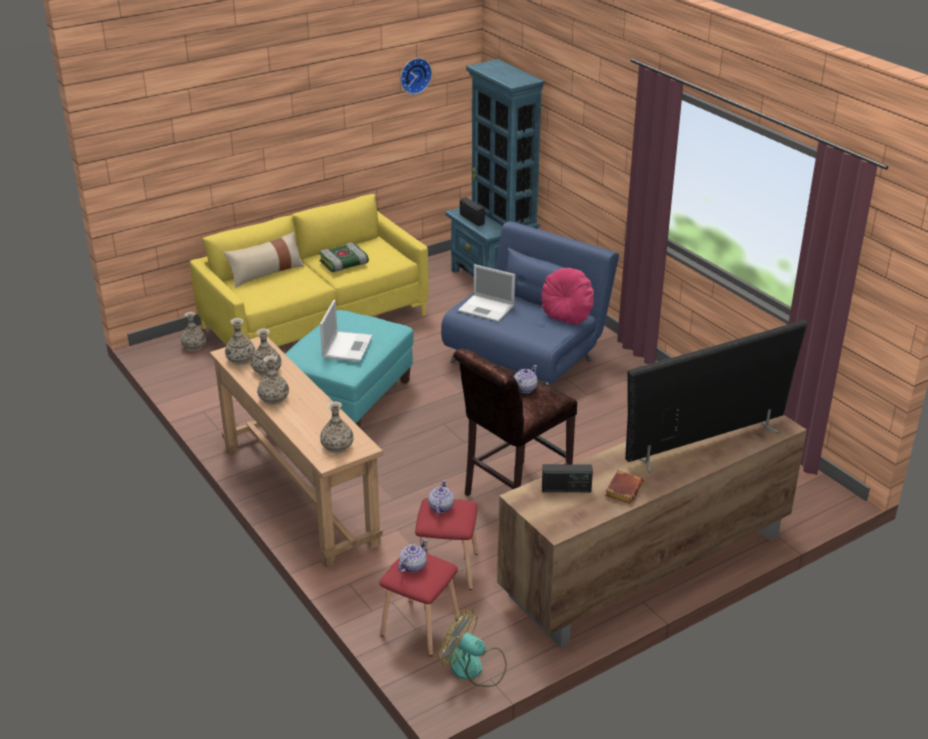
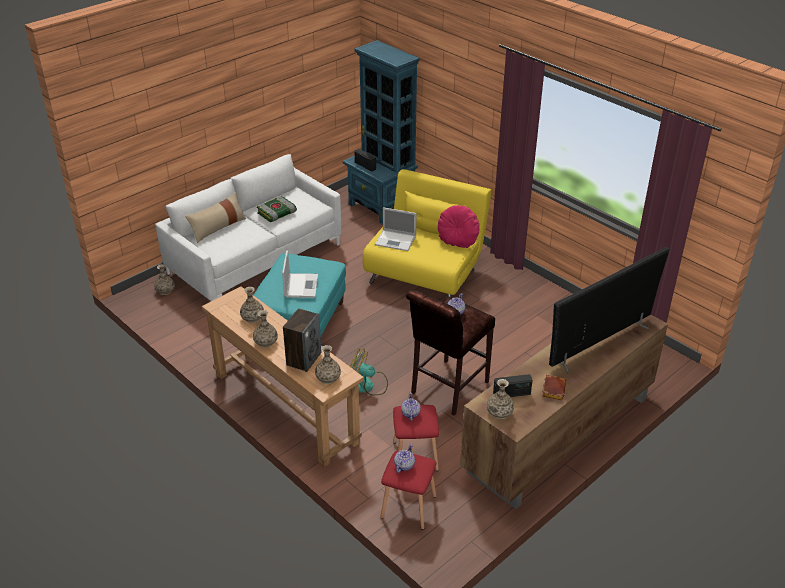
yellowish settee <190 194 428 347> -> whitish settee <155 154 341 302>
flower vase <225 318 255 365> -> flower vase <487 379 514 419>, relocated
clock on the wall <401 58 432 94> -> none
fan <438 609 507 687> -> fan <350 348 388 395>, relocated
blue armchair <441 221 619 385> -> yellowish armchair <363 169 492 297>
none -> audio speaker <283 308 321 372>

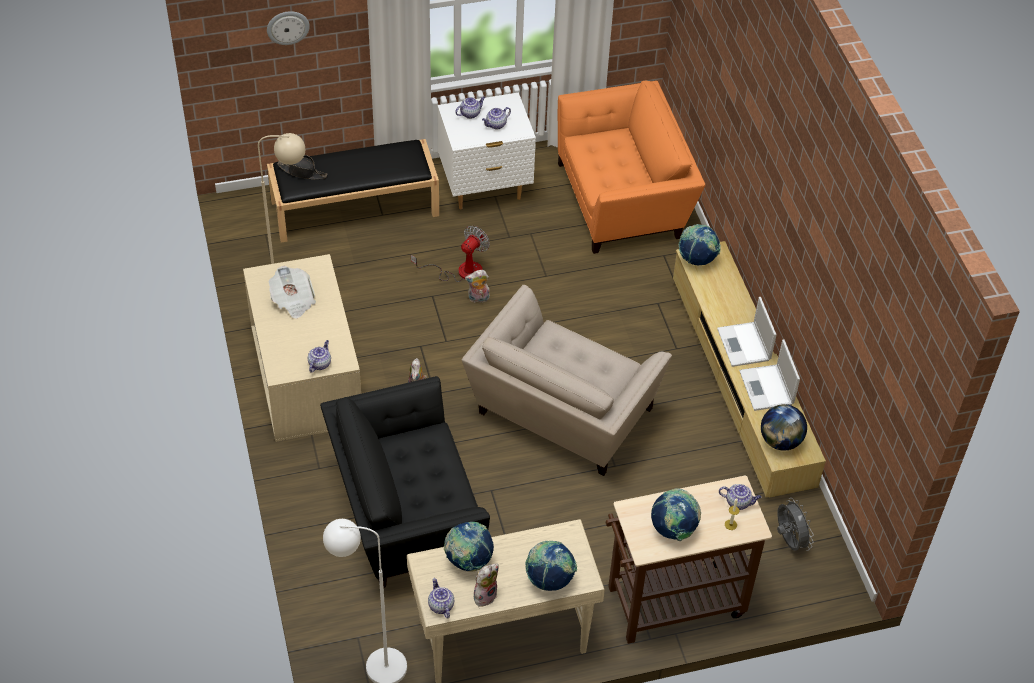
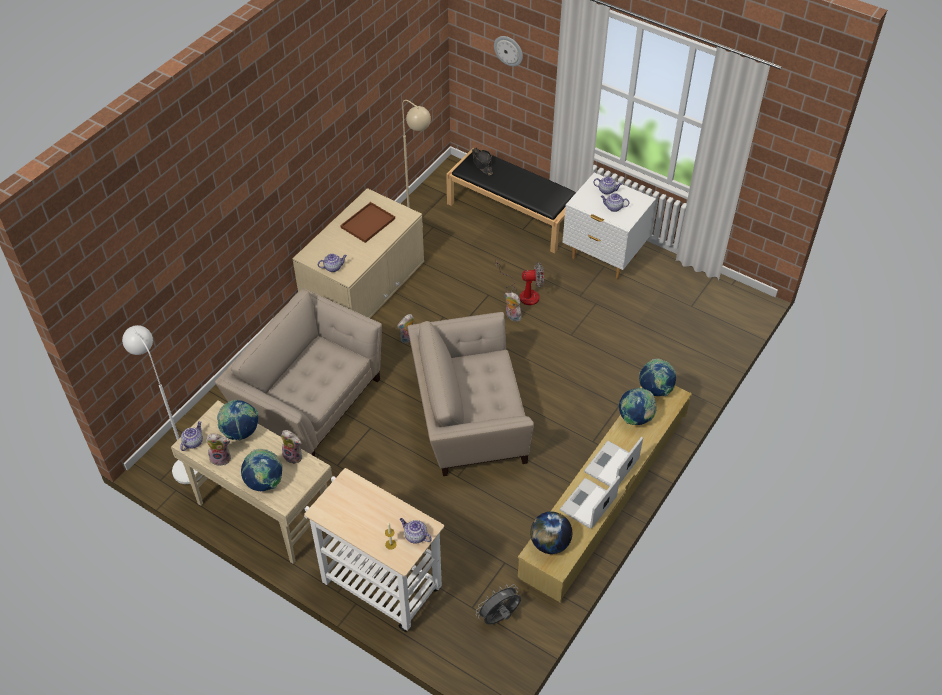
newspaper <269 266 316 319> -> brown tray <340 202 395 243>
black-coloured armchair <320 376 490 588> -> sand-coloured armchair <215 288 382 456>
orangey armchair <558 81 705 254> -> none
brown wheeled cart <606 476 772 644> -> whitish wheeled cart <304 468 444 632>
world globe <651 488 701 541> -> world globe <619 388 657 425>, relocated
tea pot <719 484 761 510> -> tea pot <400 518 432 544>, 150 degrees clockwise
gray fan <777 498 814 551> -> gray fan <476 584 521 625>, 150 degrees counterclockwise
none -> plush toy <281 430 302 464>

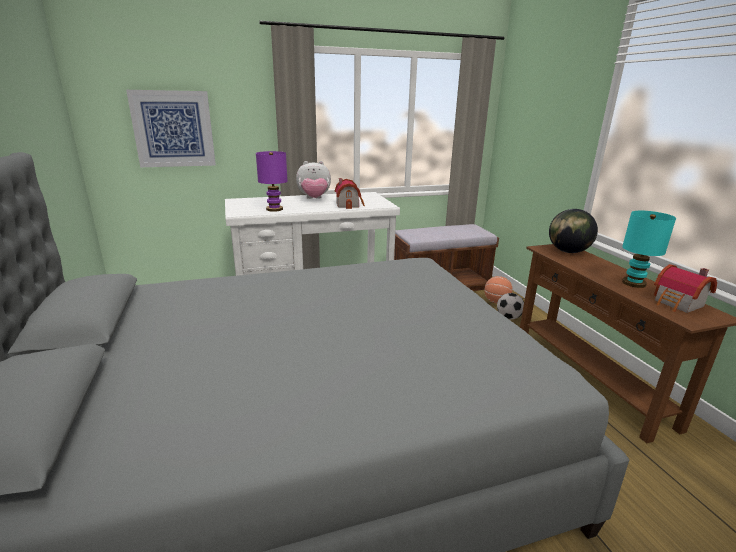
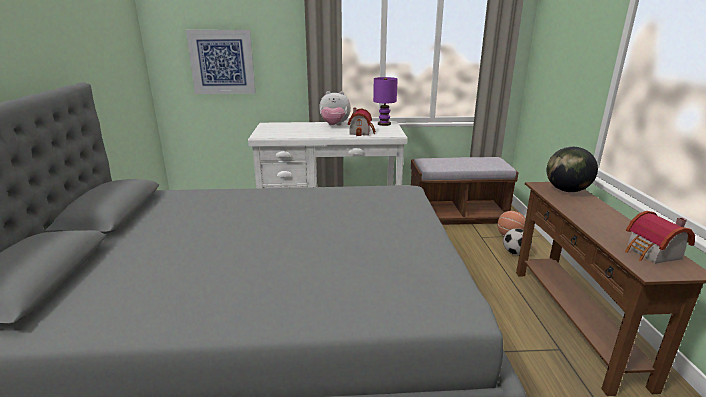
purple lamp for a table <256 151 288 212> -> purple lamp for a table <373 77 398 126>, relocated
turquoise-coloured lamp for a table <622 211 676 288> -> none

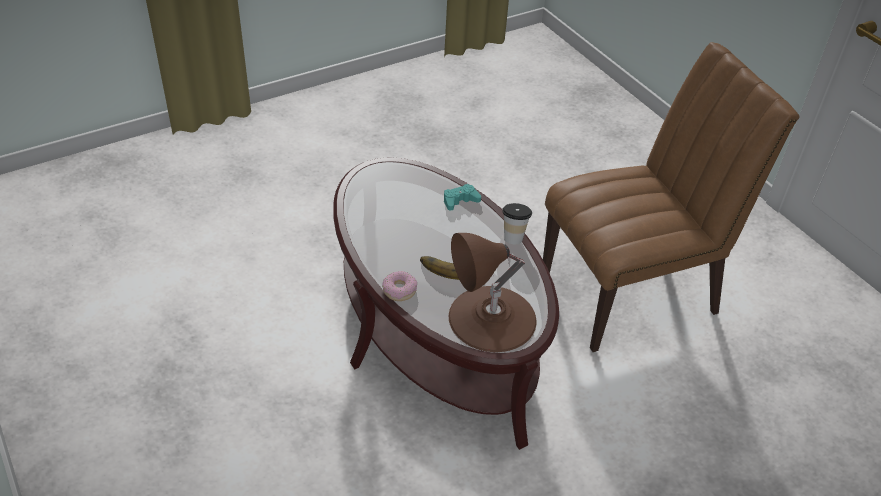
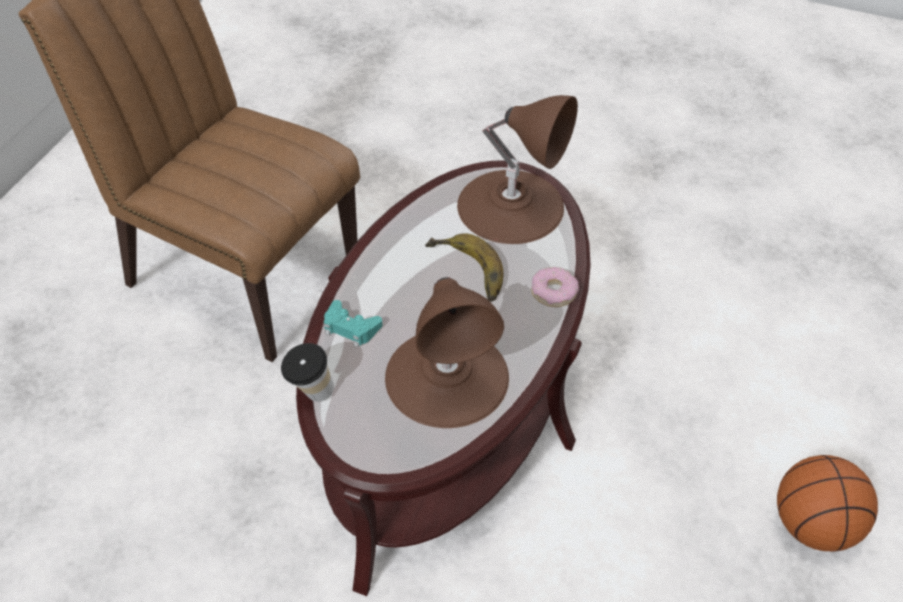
small cup <502 203 532 244> -> small cup <281 343 334 402>, relocated
none -> brown lamp for a table <385 277 509 428>
none -> basketball <777 455 878 552>

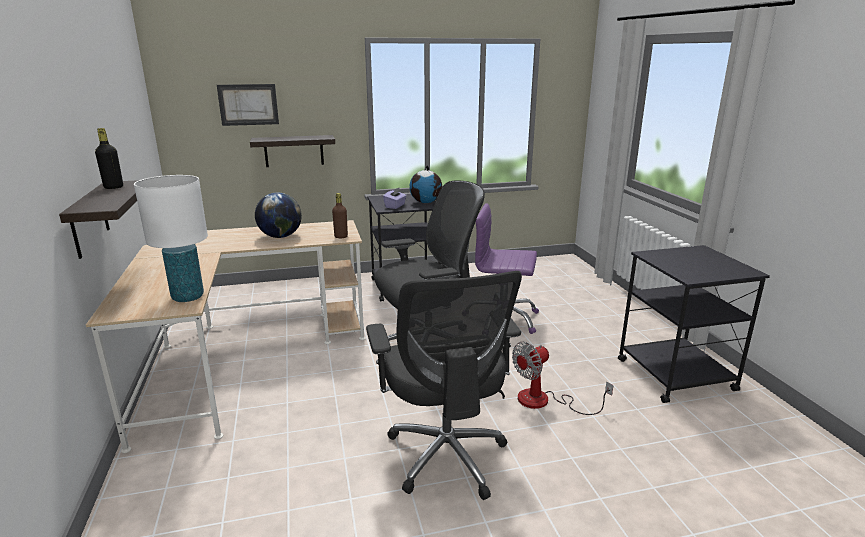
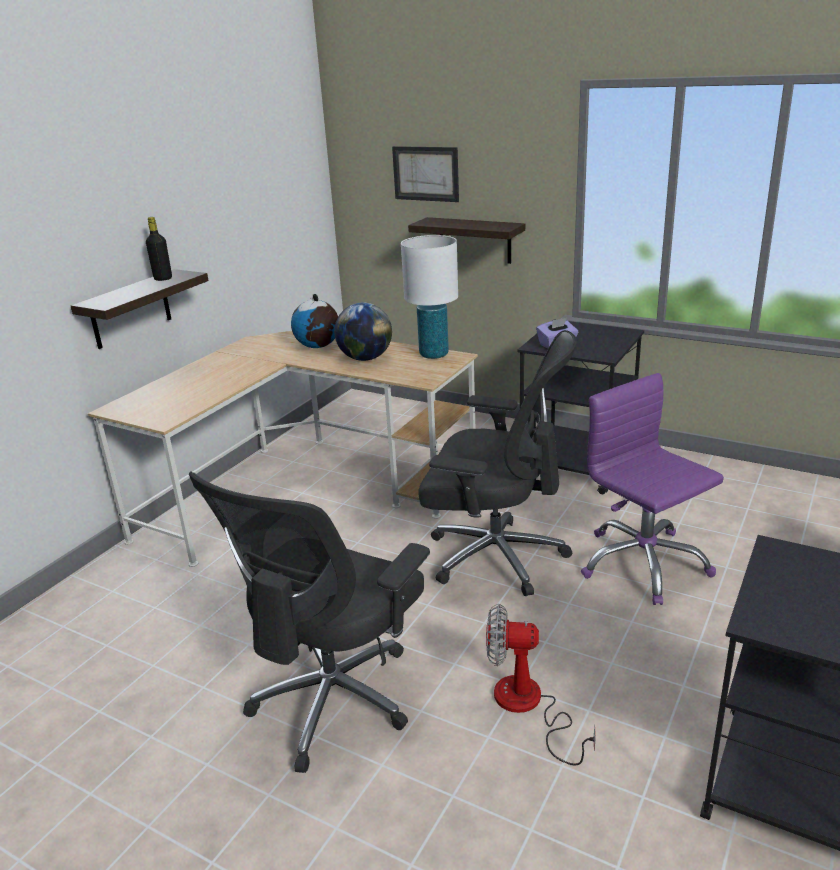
whitish lamp for a table <134 175 208 302> -> whitish lamp for a table <401 235 458 359>, relocated
brown bottle <332 193 348 238> -> none
world globe <409 166 442 203> -> world globe <291 294 338 348>, relocated

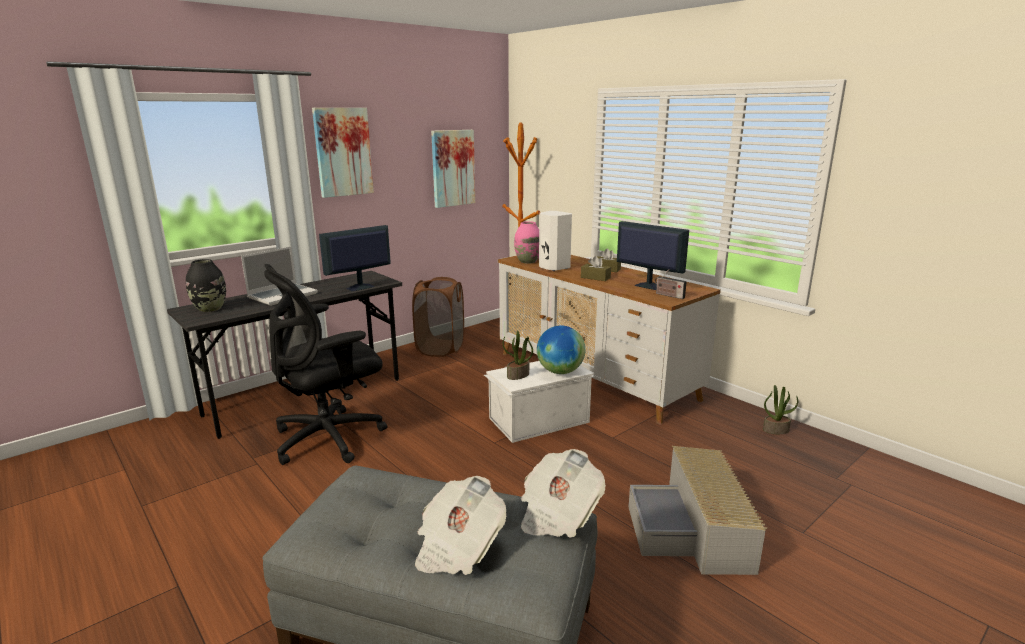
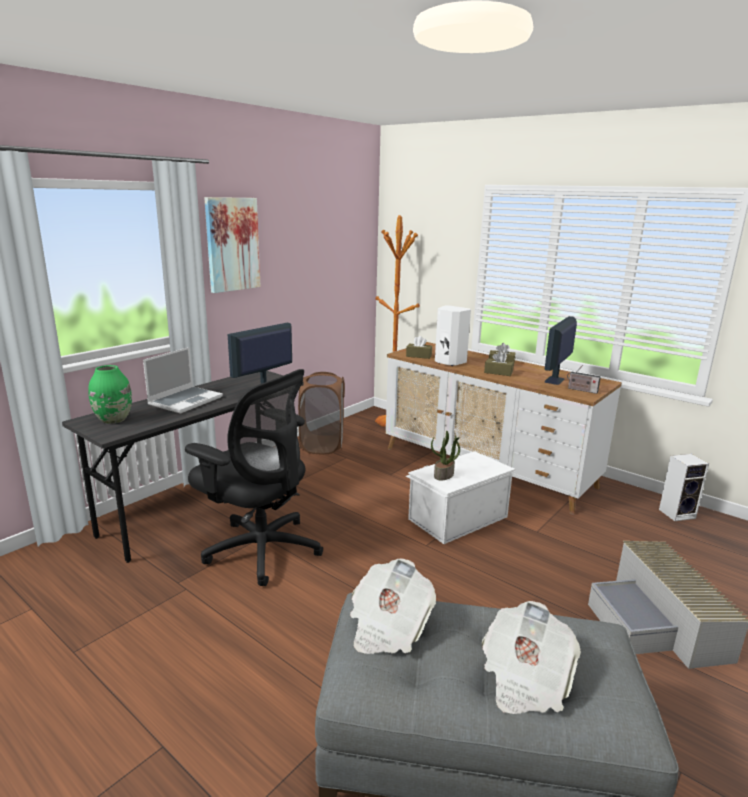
black-coloured flower vase <186 259 226 312> -> green flower vase <88 365 132 424>
black-coloured desk chair <264 264 387 465> -> black-coloured desk chair <185 369 323 586>, 105 degrees counterclockwise
picture <431 130 475 208> -> none
pinkish flower vase <514 221 539 263> -> brown box of tissues <406 336 432 359>
newspaper <521 449 606 538> -> newspaper <350 558 436 654>, relocated
world globe <537 325 586 374> -> none
computer display <617 221 689 290> -> computer display <545 316 577 385>, 90 degrees counterclockwise
houseplant <763 385 798 434> -> audio speaker <659 454 709 521>

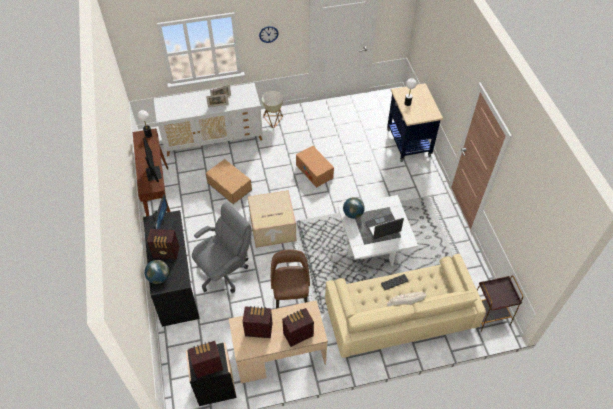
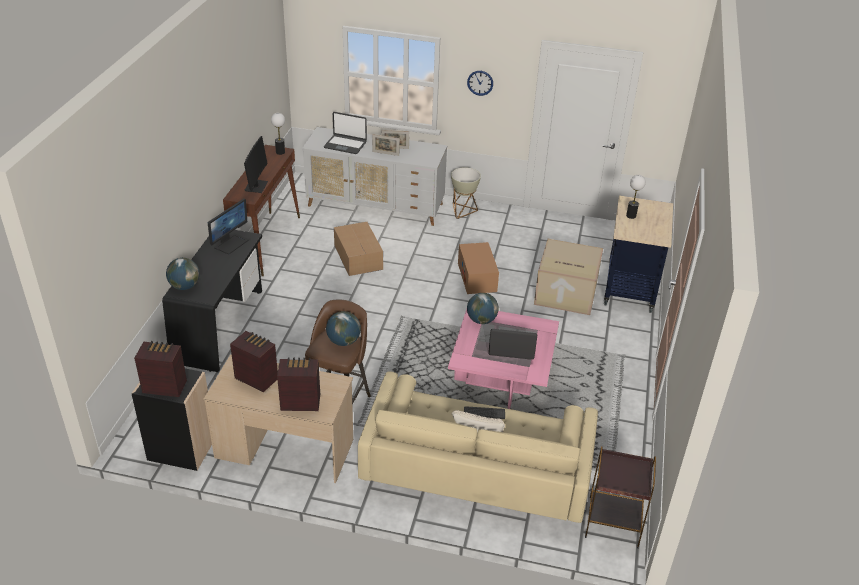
radio <147 229 179 259> -> none
gray desk chair <192 202 252 293> -> none
carton <248 190 296 248> -> carton <534 239 603 315>, relocated
whitish coffee table <338 195 418 266> -> pinkish coffee table <448 309 559 409>
none -> laptop <324 112 367 154>
none -> world globe <326 311 361 346>

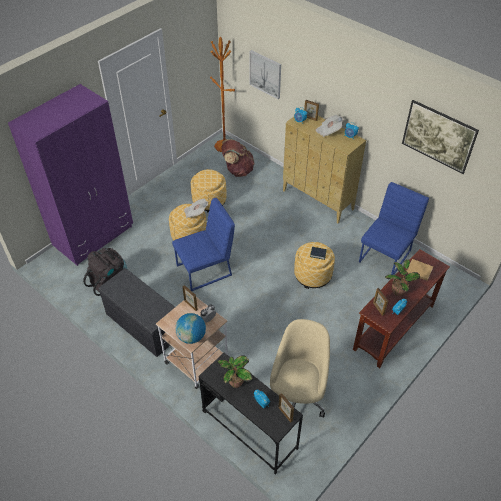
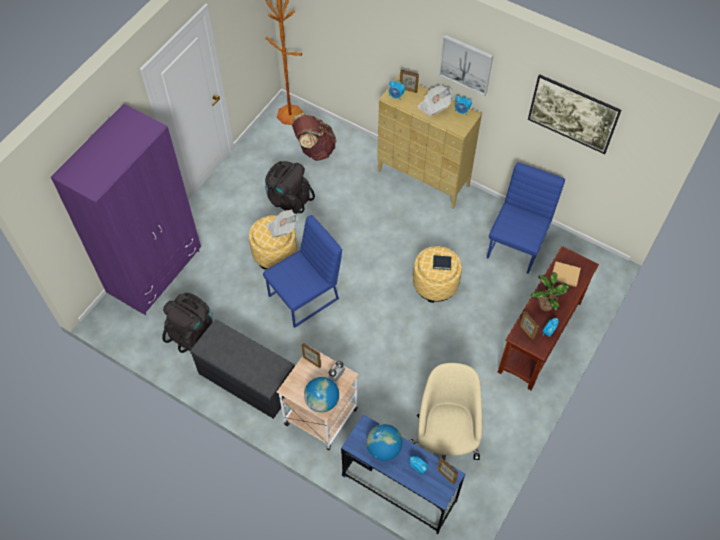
footrest <191 169 226 212> -> black-coloured rucksack <265 161 315 214>
black-coloured desk <199 353 303 475> -> blue desk <341 414 465 534>
houseplant <217 355 253 388> -> world globe <366 424 402 461>
picture <250 50 281 99> -> picture <439 35 493 96>, relocated

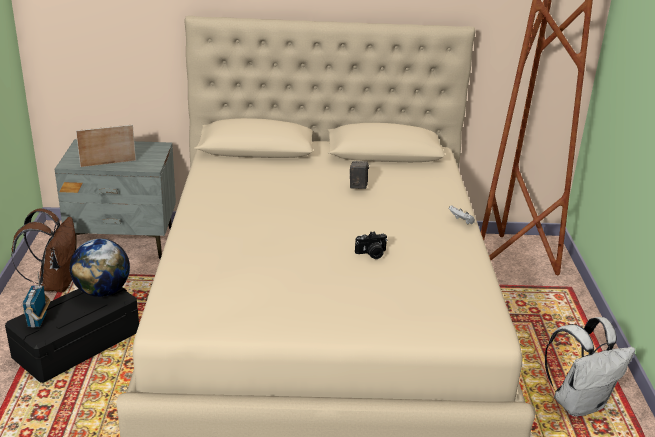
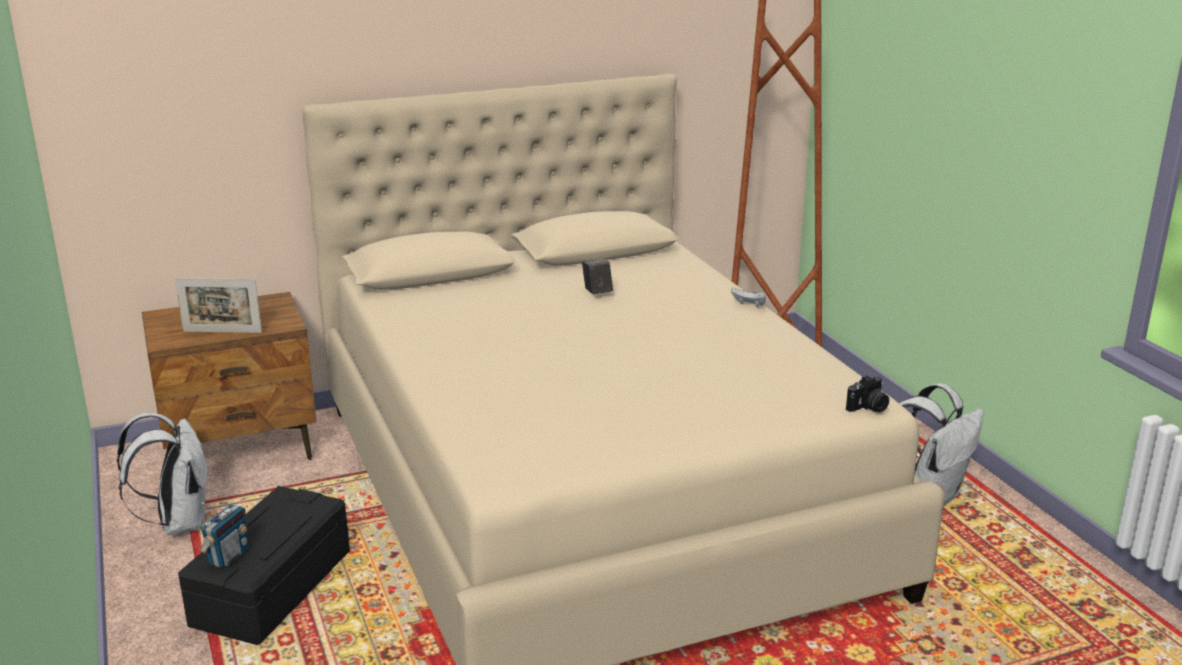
brown rucksack <11 208 76 292> -> whitish rucksack <117 413 209 535>
radio <23 271 50 328> -> radio <199 502 248 568>, 135 degrees counterclockwise
gray night table <54 139 176 259> -> brown night table <142 292 317 460>
world globe <70 239 130 297> -> none
standing frame <76 125 136 167> -> standing frame <175 278 262 333>, 135 degrees counterclockwise
photo camera <355 231 387 259> -> photo camera <846 375 889 413>, relocated

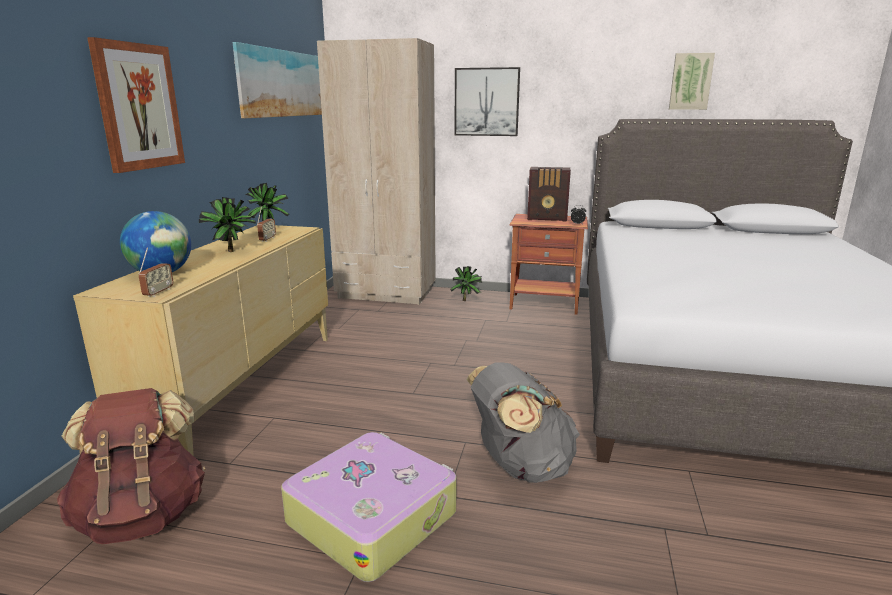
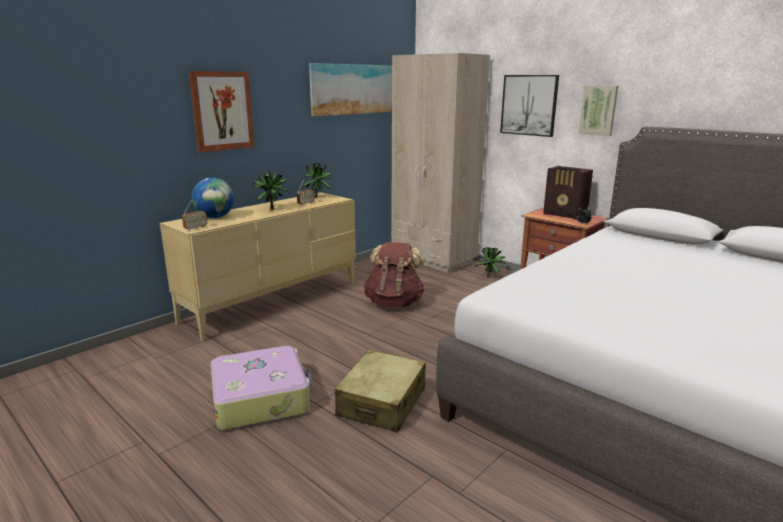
brown rucksack <57 388 206 544> -> brown rucksack <363 242 425 307>, relocated
gray rucksack <467 362 580 483> -> sand-coloured travel case <335 350 426 433>
picture <669 53 715 110> -> picture <579 86 618 136>, relocated

